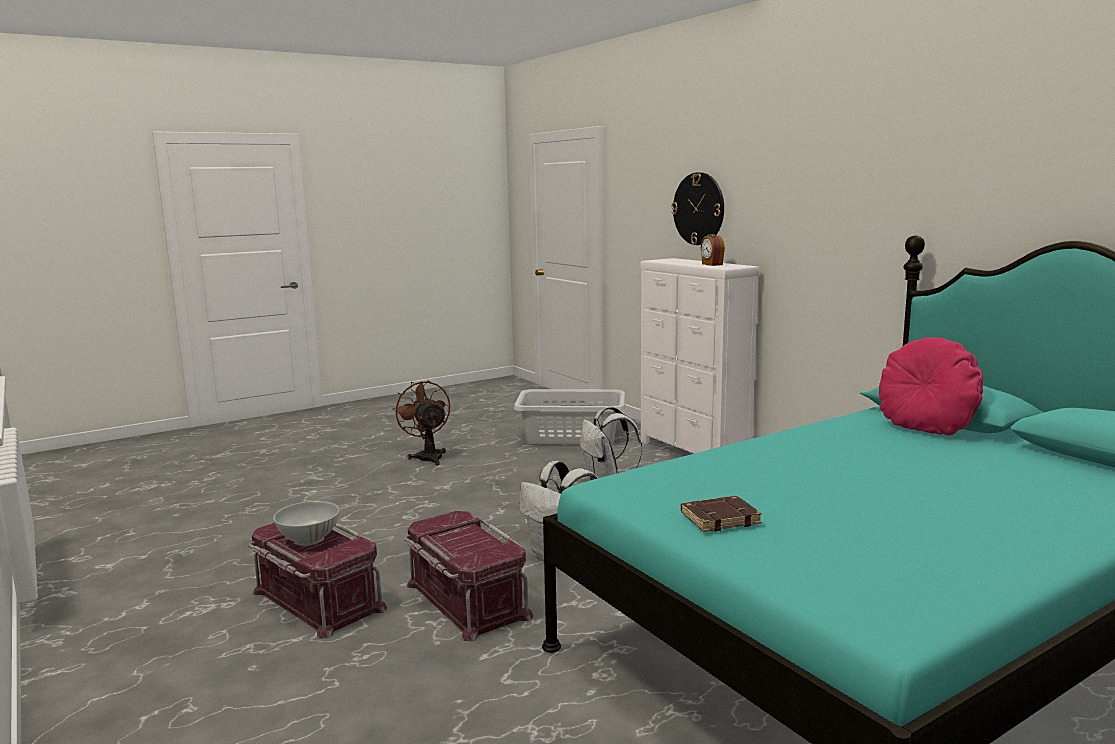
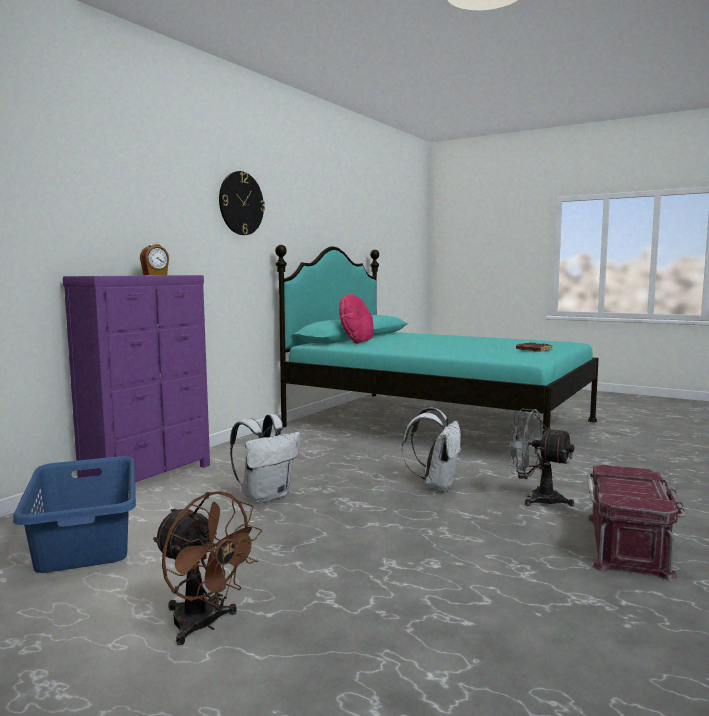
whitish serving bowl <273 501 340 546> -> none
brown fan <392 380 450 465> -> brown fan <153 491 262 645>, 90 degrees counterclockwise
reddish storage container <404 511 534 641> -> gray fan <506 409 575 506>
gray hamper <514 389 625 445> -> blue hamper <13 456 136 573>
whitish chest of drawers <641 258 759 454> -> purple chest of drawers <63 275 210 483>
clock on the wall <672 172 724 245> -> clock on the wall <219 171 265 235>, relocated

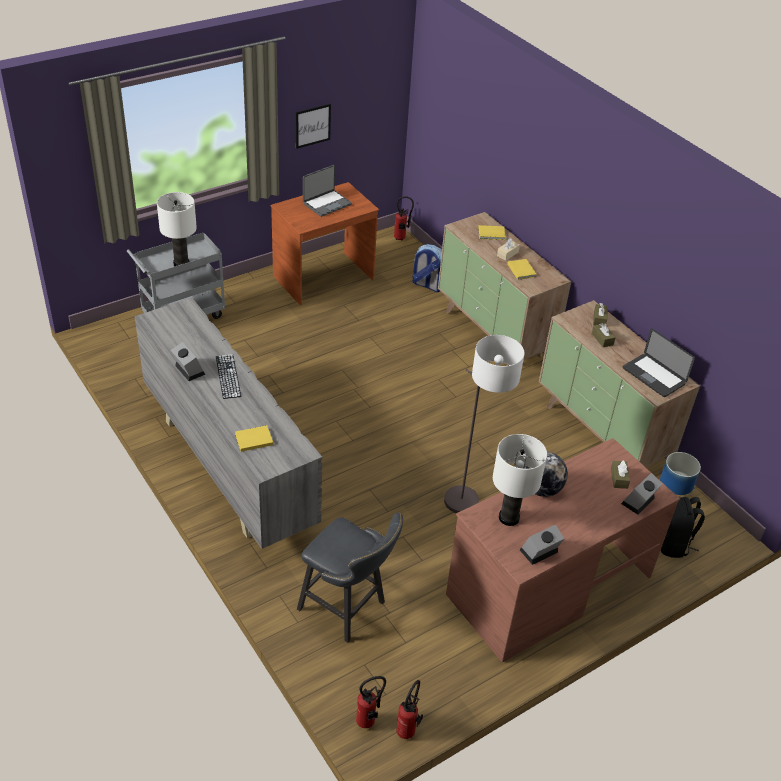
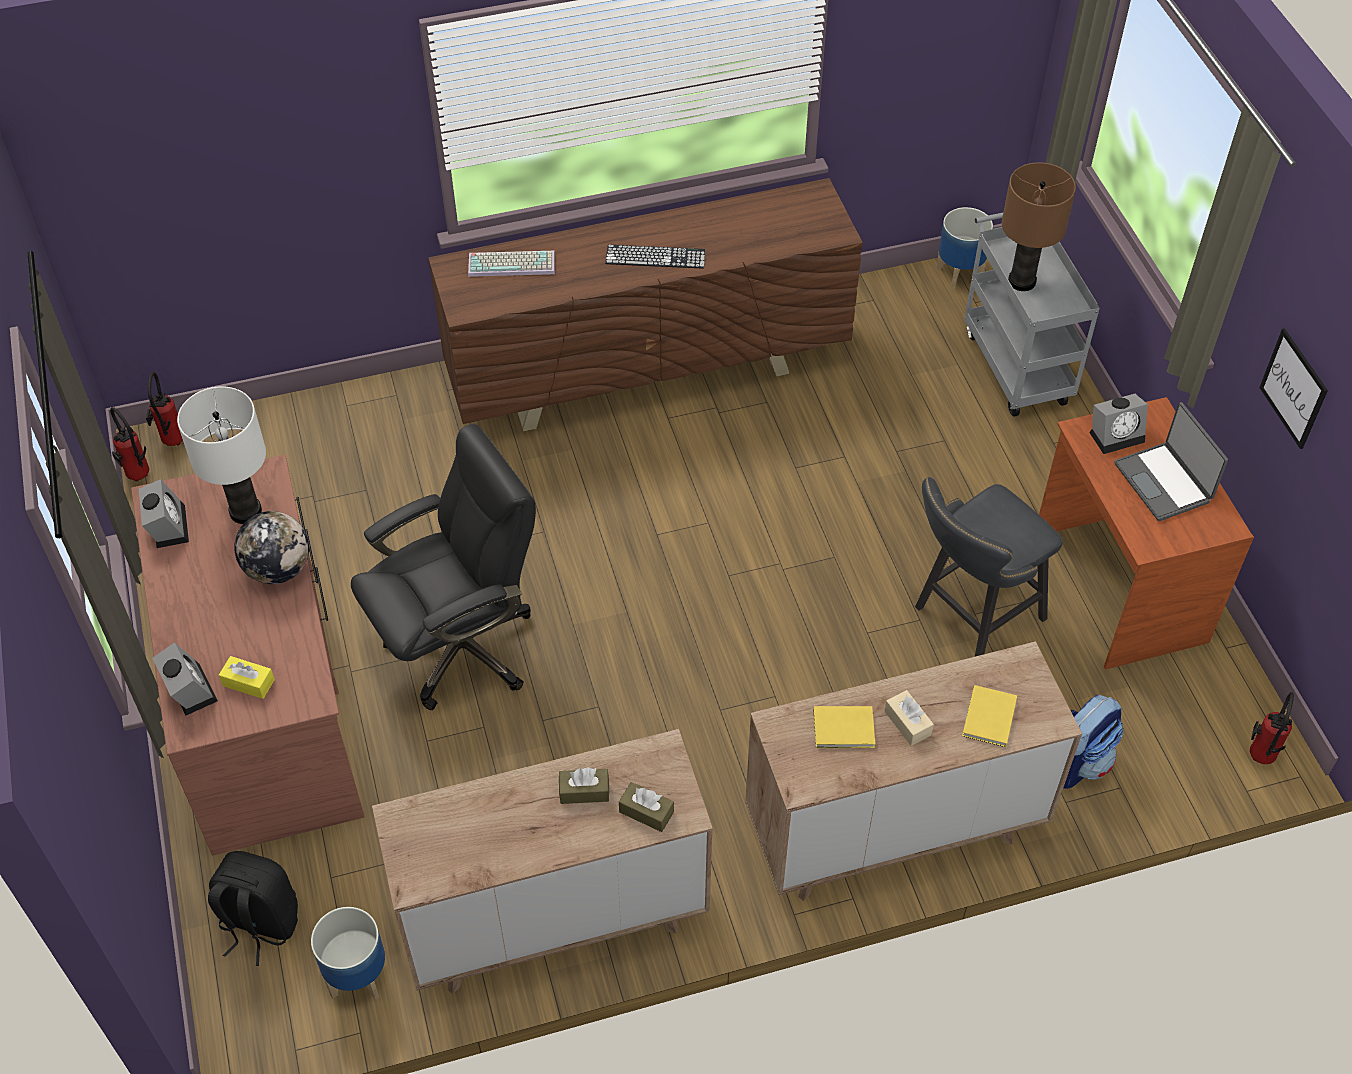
gray cabinet <135 298 322 549> -> brown cabinet <428 178 863 432>
whitish lamp for a table <157 192 197 266> -> brown lamp for a table <1002 162 1076 291>
table clock <171 342 205 381> -> table clock <1089 394 1148 454>, relocated
yellowish bound book <235 425 273 452> -> keyboard <468 251 555 277>
gray stool seat <297 512 403 643> -> gray stool seat <915 477 1063 656>, relocated
whitish standard lamp <444 335 524 513> -> black-coloured desk chair <351 424 536 710>
brown box of tissues <611 460 630 489> -> yellowish box of tissues <219 656 275 699>
laptop <623 329 695 397> -> none
none -> planter <936 207 993 290>

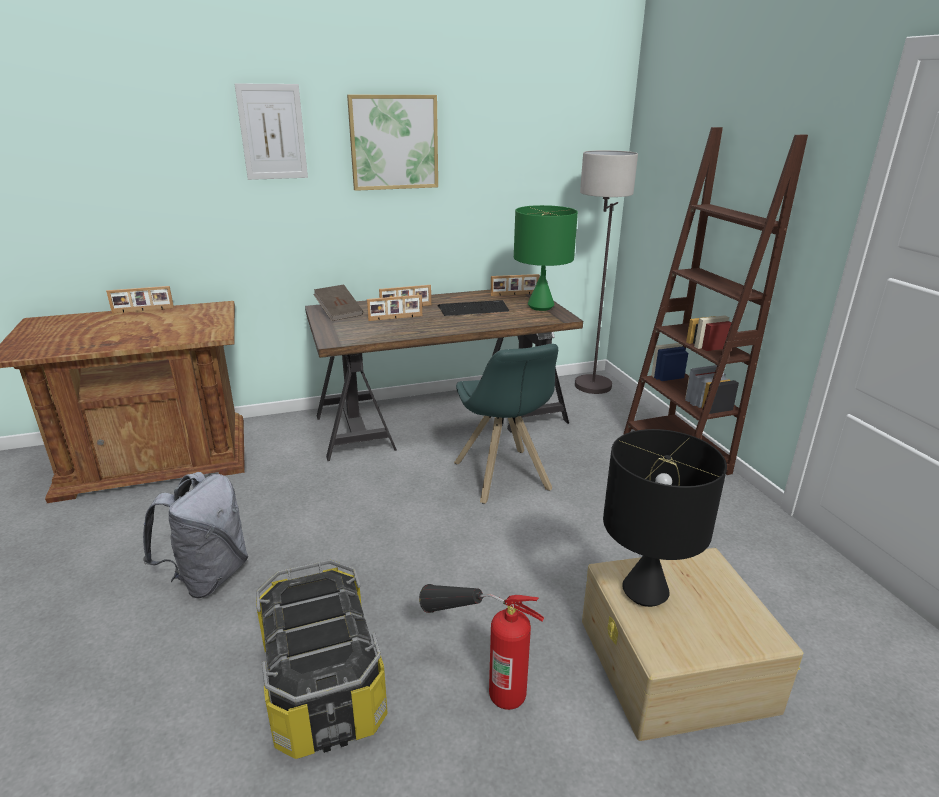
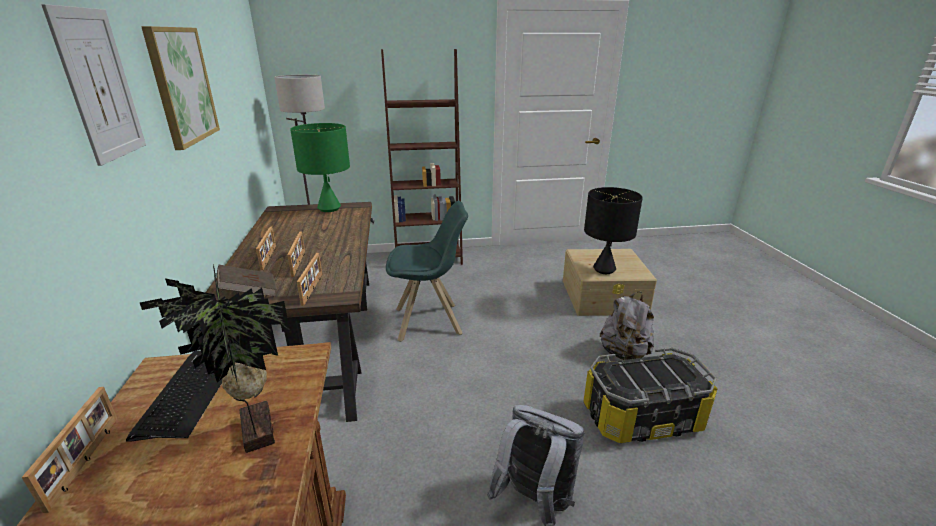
fire-fighting cylinder <419 584 544 710> -> gray rucksack <600 291 654 360>
keyboard <438 300 509 316> -> keyboard <126 351 223 442>, relocated
standing frame <490 274 539 296> -> standing frame <297 253 322 306>, relocated
none -> houseplant <140 264 290 453>

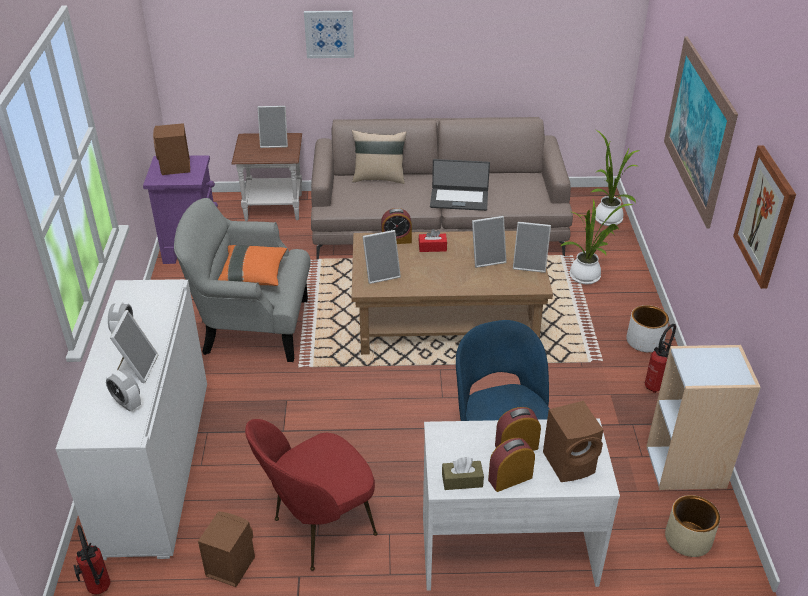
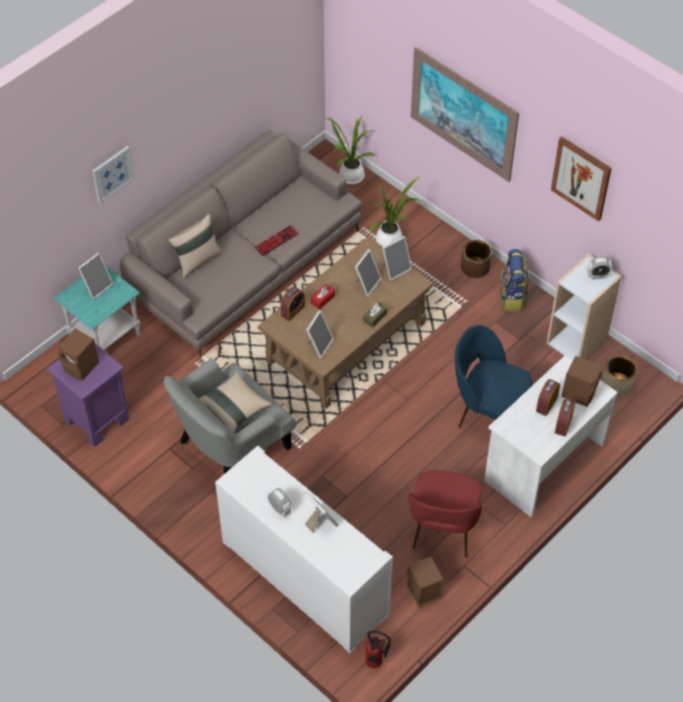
table clock <106 370 141 412> -> table clock <587 257 612 279>, relocated
orangey cushion <218 245 287 286> -> sand-coloured cushion <199 372 272 432>
brown end table <231 133 302 221> -> turquoise-coloured end table <54 265 141 350>
laptop <430 159 490 211> -> keyboard <254 225 298 256>
brown box of tissues <442 457 484 490> -> brown box of tissues <363 302 387 328>, relocated
whitish planter <627 305 669 353> -> brown planter <461 240 492 278>
fire-fighting cylinder <645 324 676 393> -> rucksack <500 249 528 311>

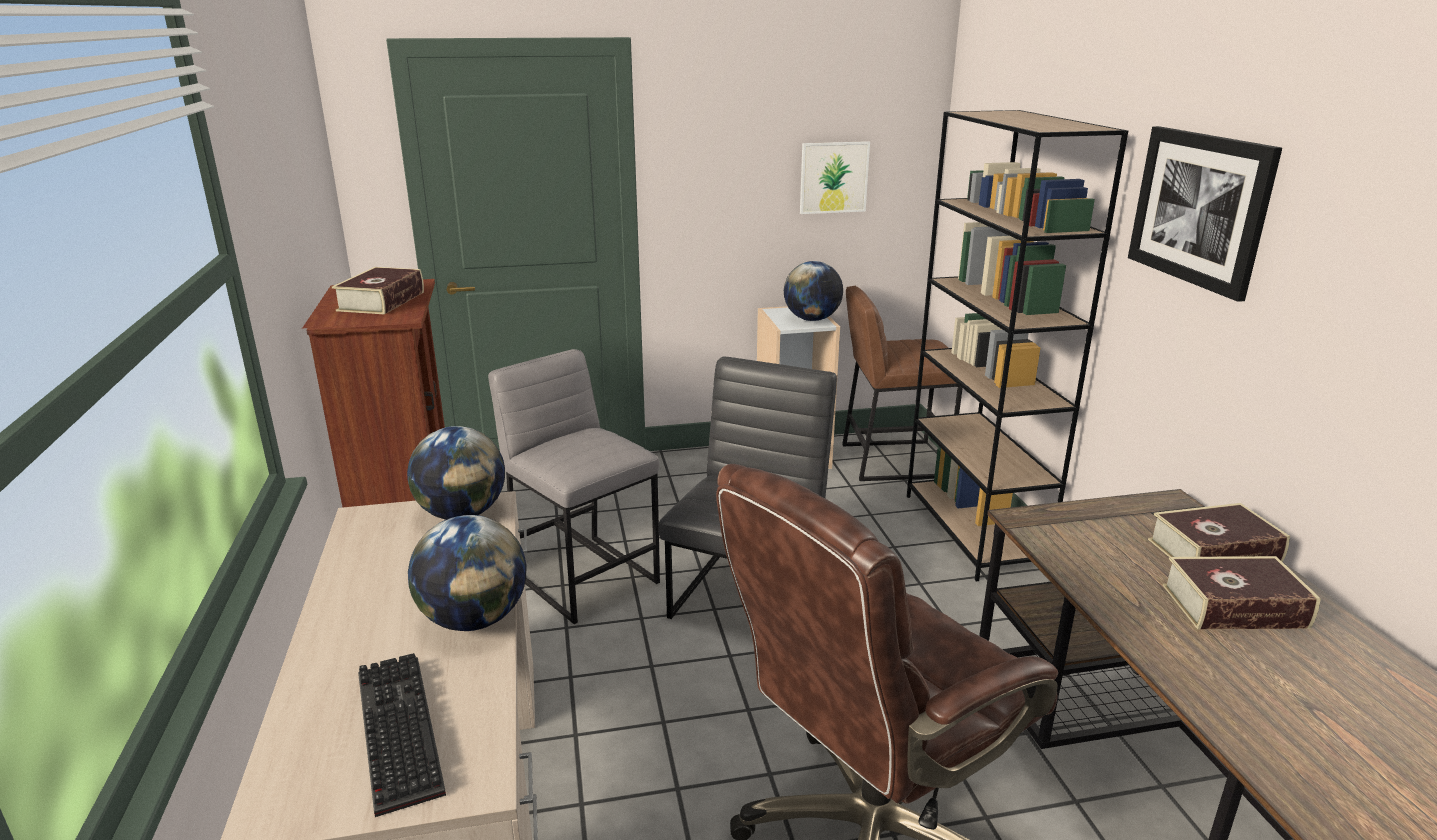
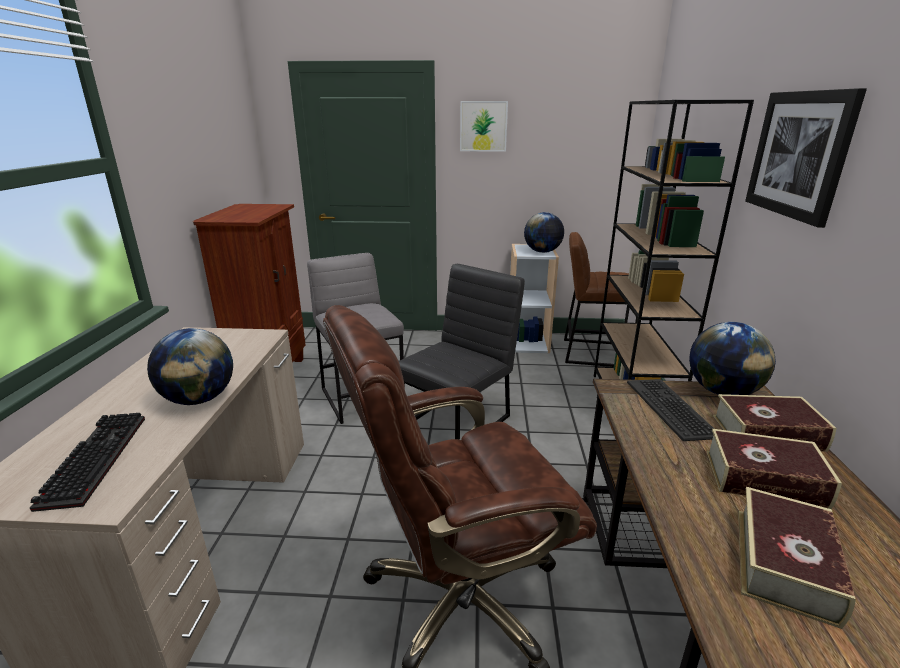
bound book <332 267 424 314> -> bound book <738 487 856 629>, relocated
world globe <407 426 505 520> -> world globe <689 322 776 395>, relocated
picture <800 141 870 214> -> picture <460 101 508 152>, relocated
none -> keyboard <627 379 714 441>

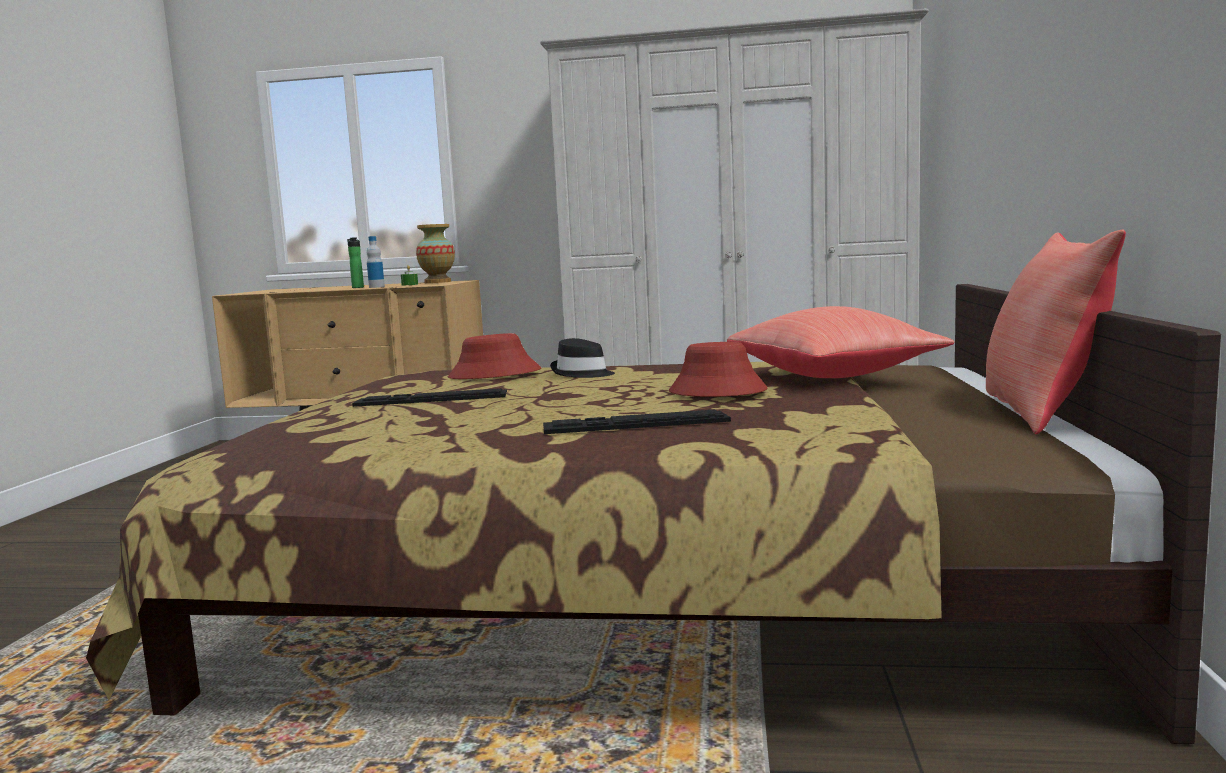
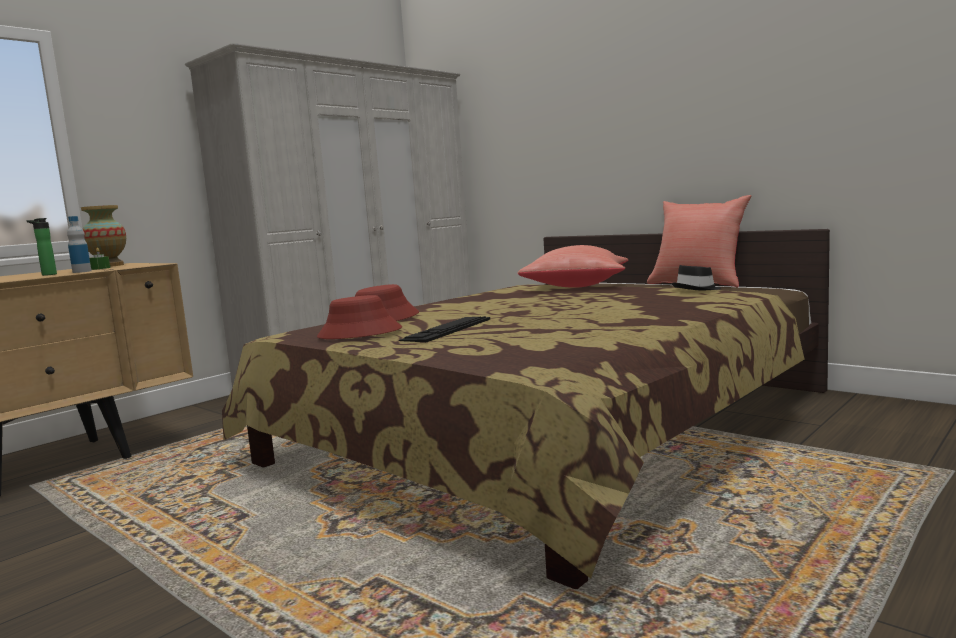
keyboard <543 409 731 434> -> none
black-coloured hat <550 338 615 378> -> black-coloured hat <672 265 721 290>, relocated
reddish hat <669 342 767 397> -> reddish hat <317 295 402 339>, relocated

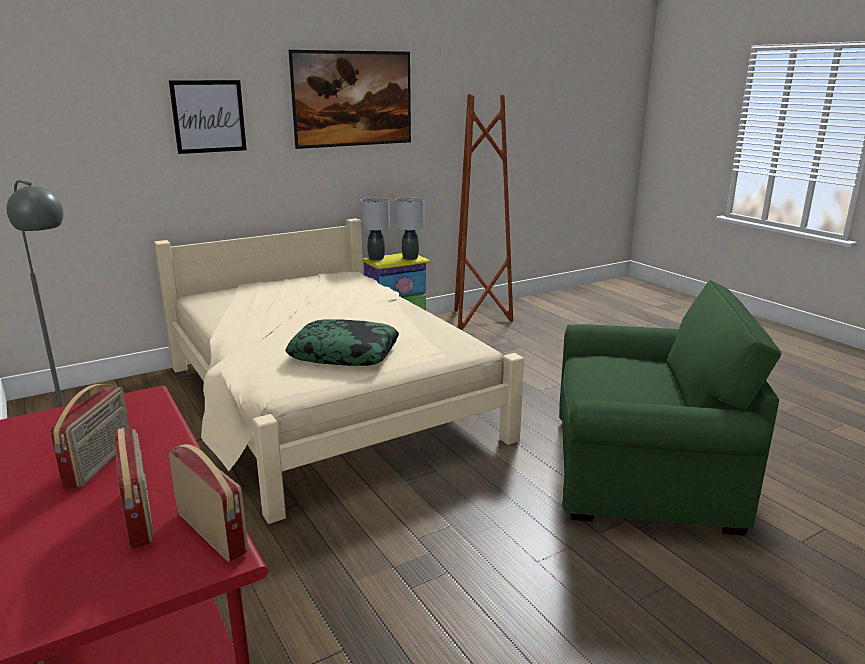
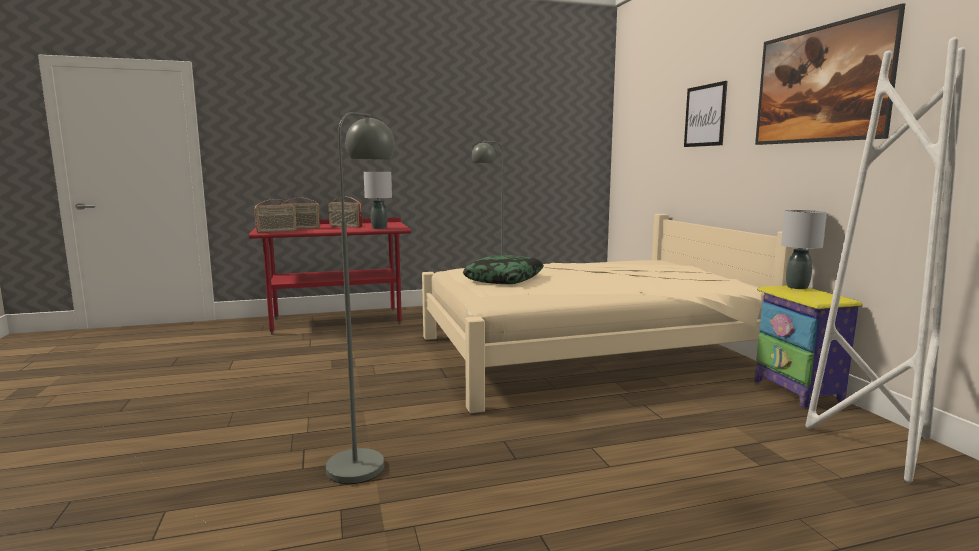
gray lamp for a table <395 198 424 260> -> gray lamp for a table <364 172 392 229>, relocated
brown clothes rack <454 93 513 330> -> whitish clothes rack <805 37 966 483>
green armchair <559 280 781 536> -> gray standard lamp <326 112 395 484>

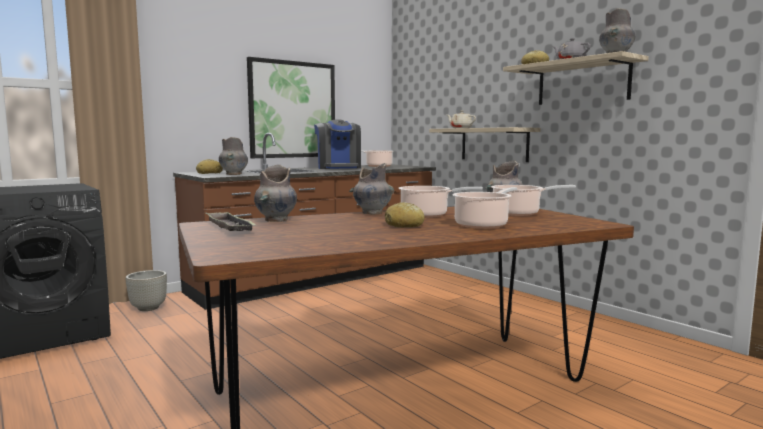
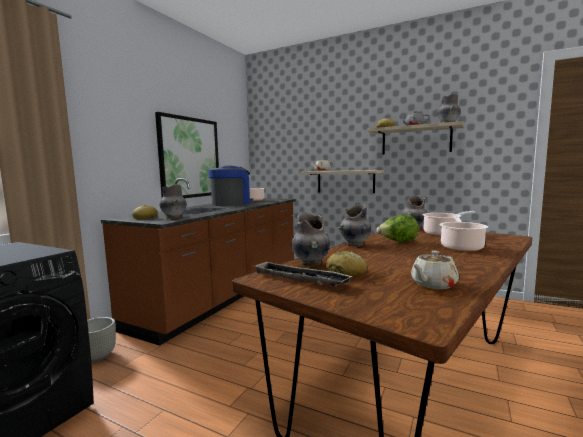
coffee maker <314 120 361 169> -> coffee maker <208 165 253 206>, 105 degrees counterclockwise
bread <385 202 425 228> -> bread <326 251 367 277>, relocated
stockpot <399 186 483 218> -> lettuce head <376 215 419 242>
none -> sand-coloured tea pot <411 251 459 289>

